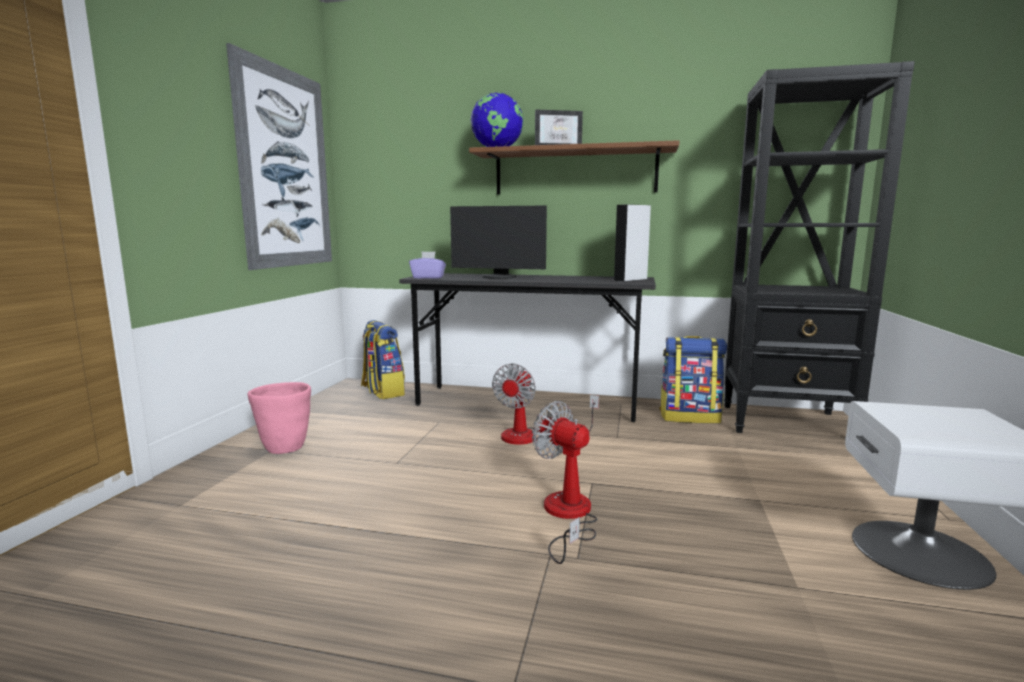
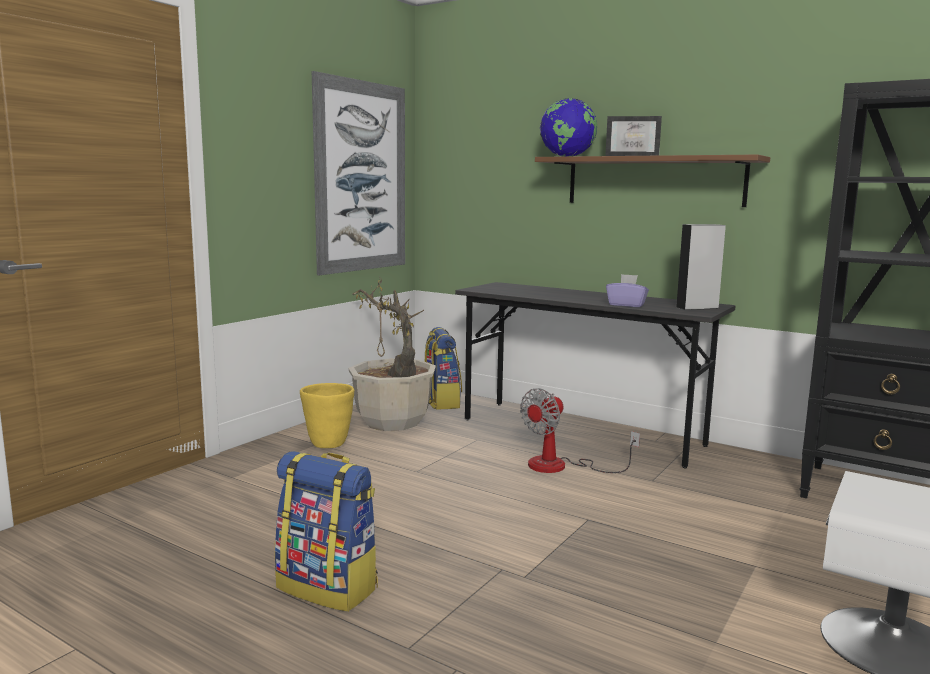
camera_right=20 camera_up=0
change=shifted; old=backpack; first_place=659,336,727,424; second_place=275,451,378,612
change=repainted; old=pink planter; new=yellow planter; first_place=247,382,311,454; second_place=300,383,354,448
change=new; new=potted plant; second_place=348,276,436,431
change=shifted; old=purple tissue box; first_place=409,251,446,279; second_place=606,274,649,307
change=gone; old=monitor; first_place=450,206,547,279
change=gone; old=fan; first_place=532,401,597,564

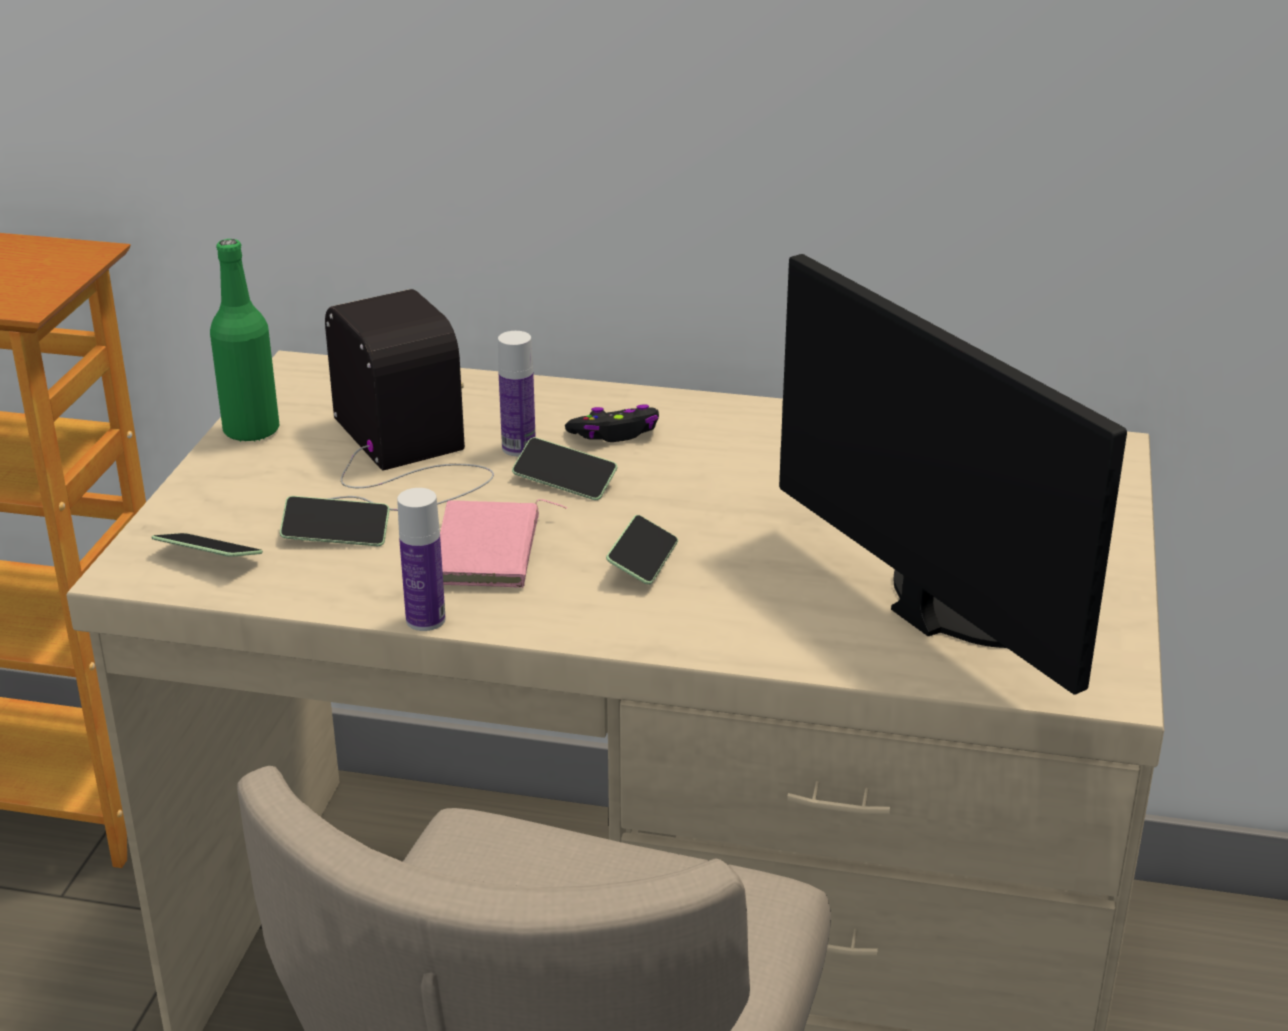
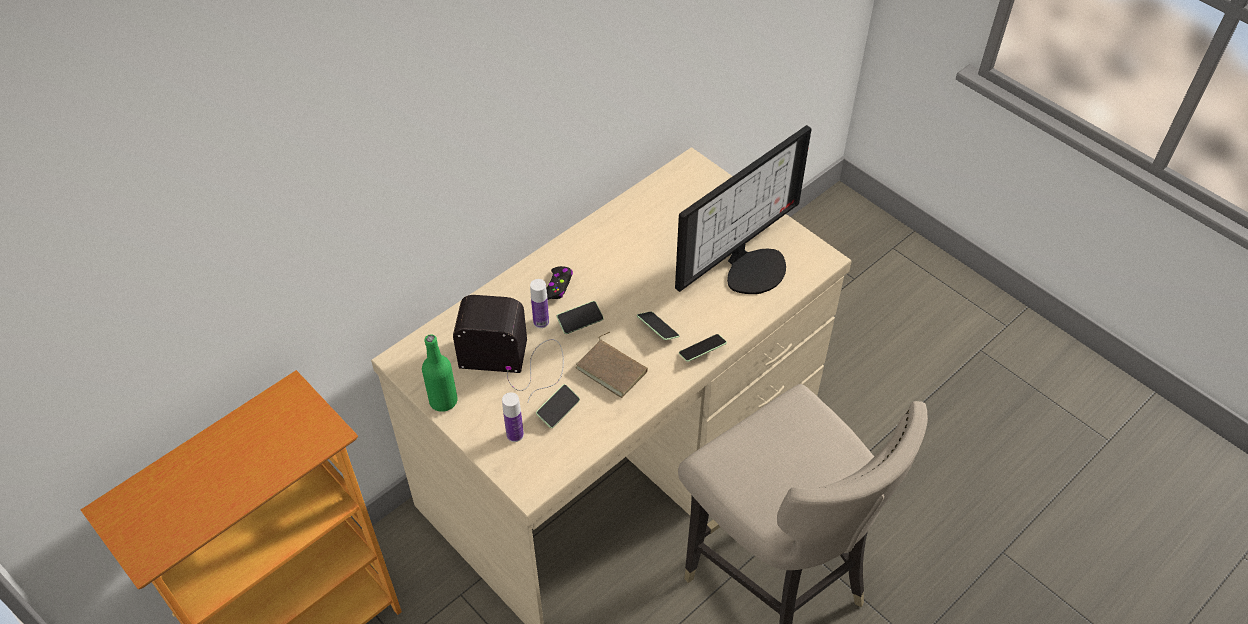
camera_right=-55 camera_up=20
change=shifted; old=bottle; first_place=397,488,445,631; second_place=502,392,524,442
change=repainted; old=pink book; new=brown book; first_place=440,499,567,588; second_place=575,332,648,398
change=rotated; old=monitor; first_place=779,254,1127,695; second_place=675,125,812,294; degrees=135
change=shifted; old=phone; first_place=152,533,263,557; second_place=679,334,727,362

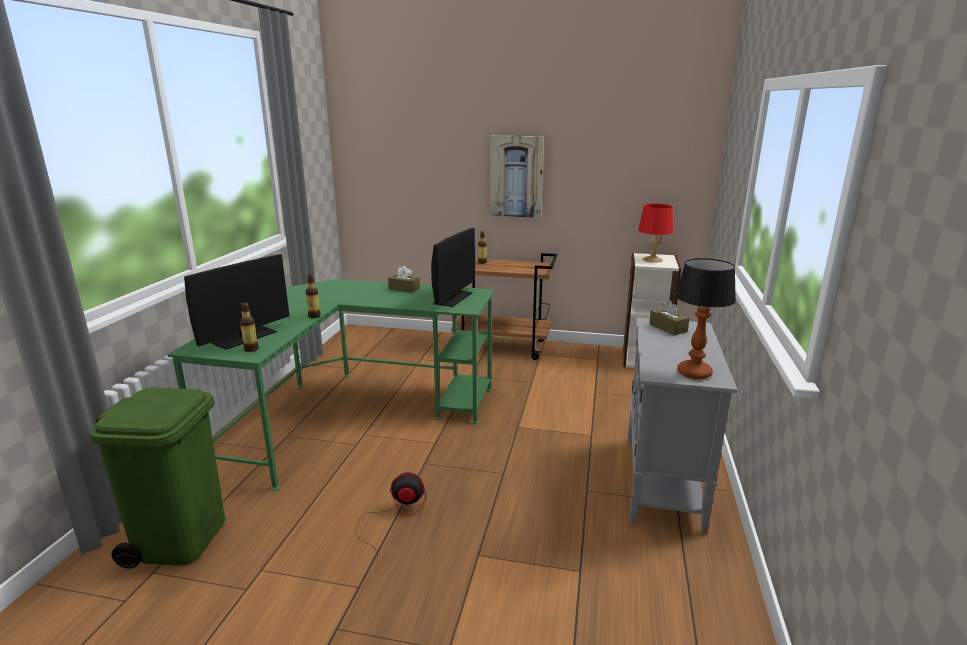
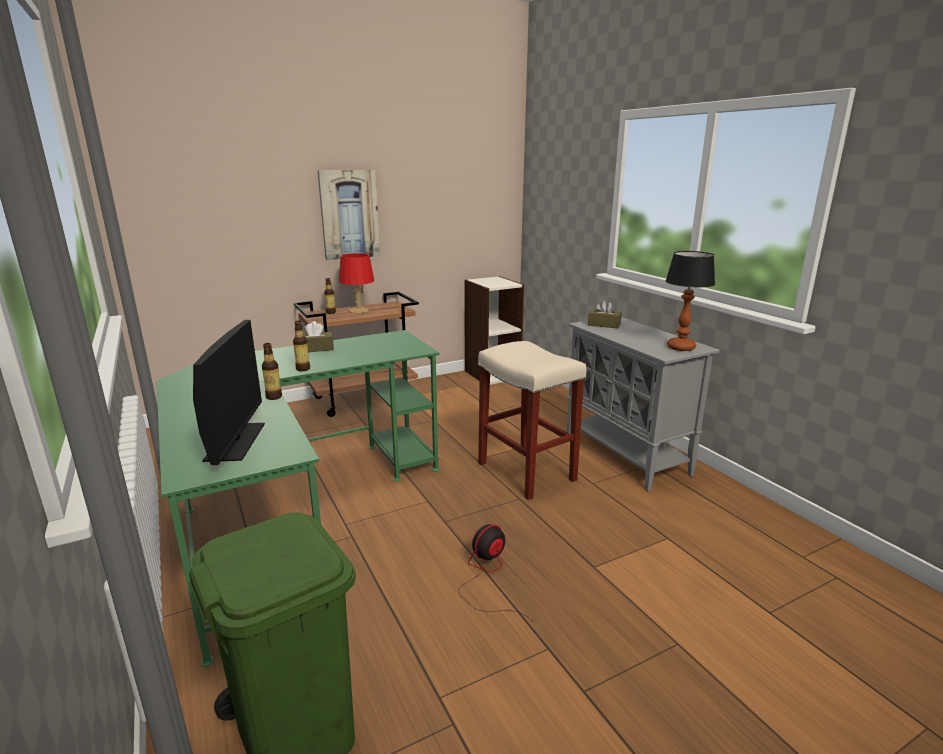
camera_right=-40 camera_up=0
change=shifted; old=bottle; first_place=240,302,259,352; second_place=293,321,310,371
change=shifted; old=red table lamp; first_place=638,203,673,263; second_place=339,253,374,313
change=new; new=beige stool; second_place=478,341,587,500
change=gone; old=monitor; first_place=431,228,475,307

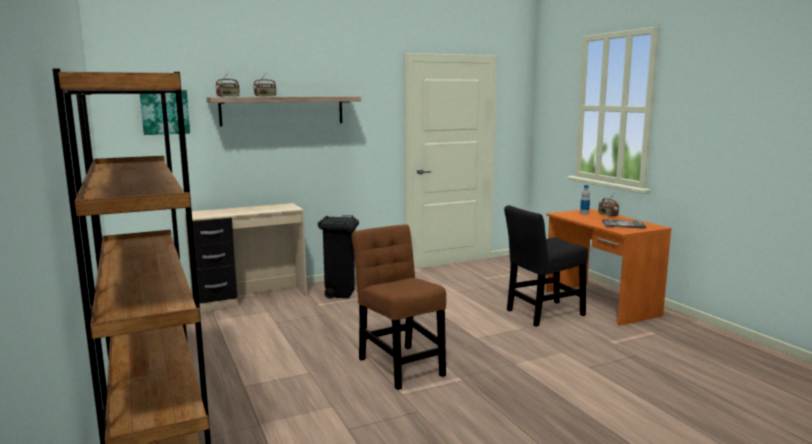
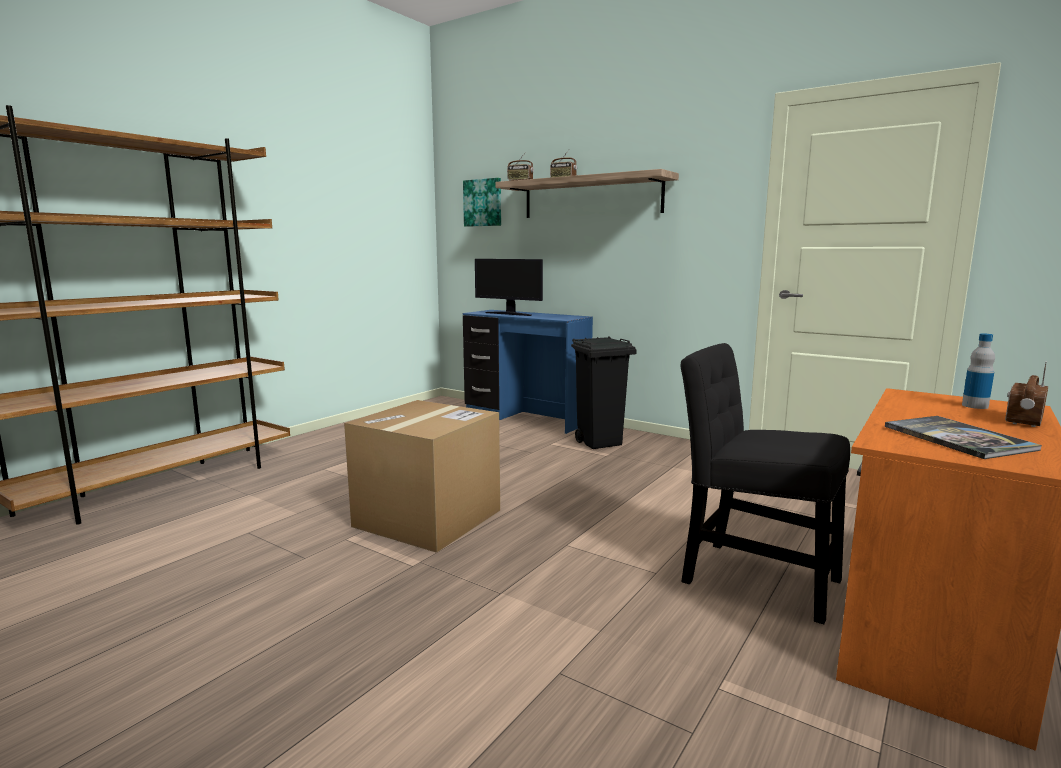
camera_right=60 camera_up=0
change=swapped; old=brown chair; new=cardboard box; first_place=352,224,446,390; second_place=344,400,500,553
change=repainted; old=beige desk; new=blue desk; first_place=184,203,307,313; second_place=463,310,593,434
change=new; new=monitor; second_place=475,259,543,316

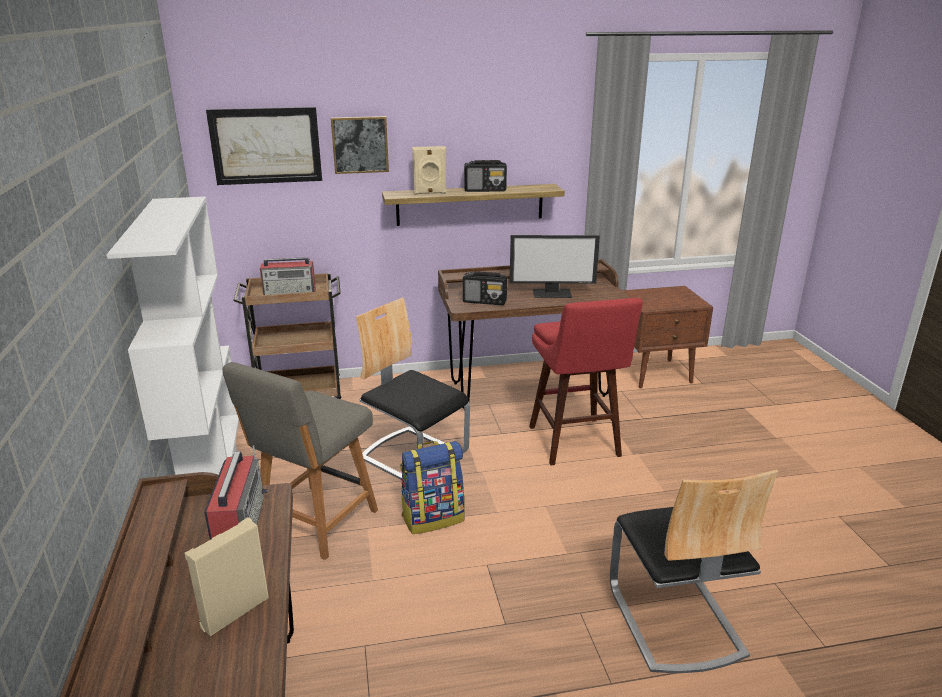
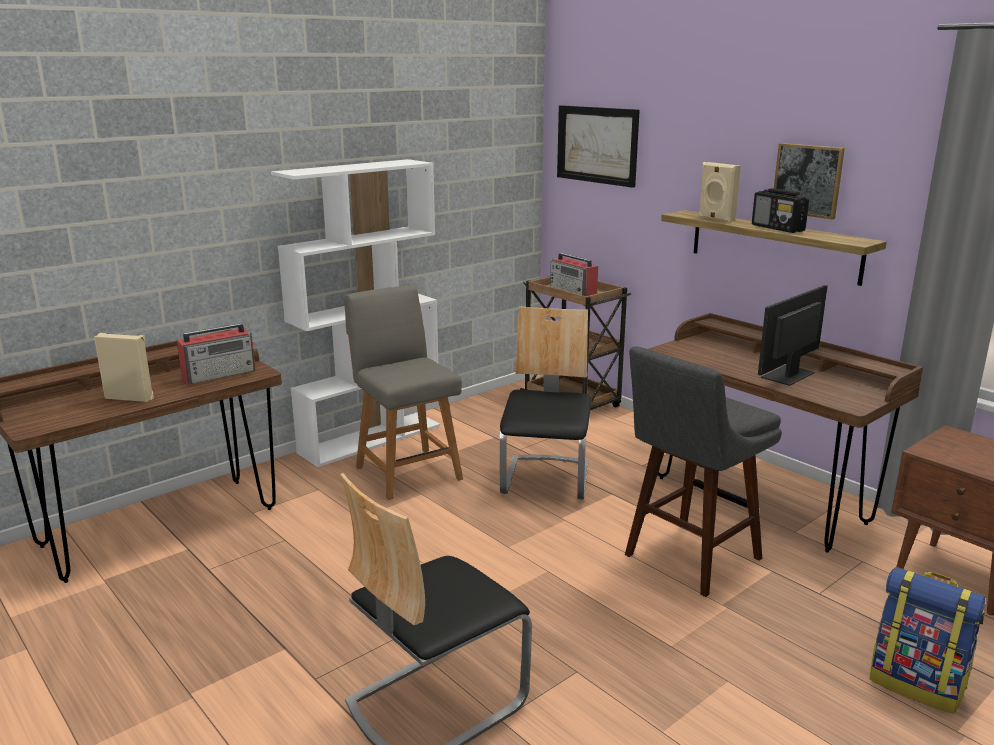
camera_right=60 camera_up=-5
change=rotated; old=grey chair; first_place=222,362,378,560; second_place=344,285,463,500; degrees=60
change=repainted; old=red stool; new=grey stool; first_place=529,298,643,465; second_place=625,346,782,597
change=rotated; old=monitor; first_place=509,235,600,298; second_place=758,285,828,386; degrees=75
change=shifted; old=picture; first_place=331,116,389,174; second_place=774,143,845,220
change=shifted; old=backpack; first_place=400,441,465,534; second_place=869,567,986,714
change=gone; old=radio; first_place=463,271,507,305

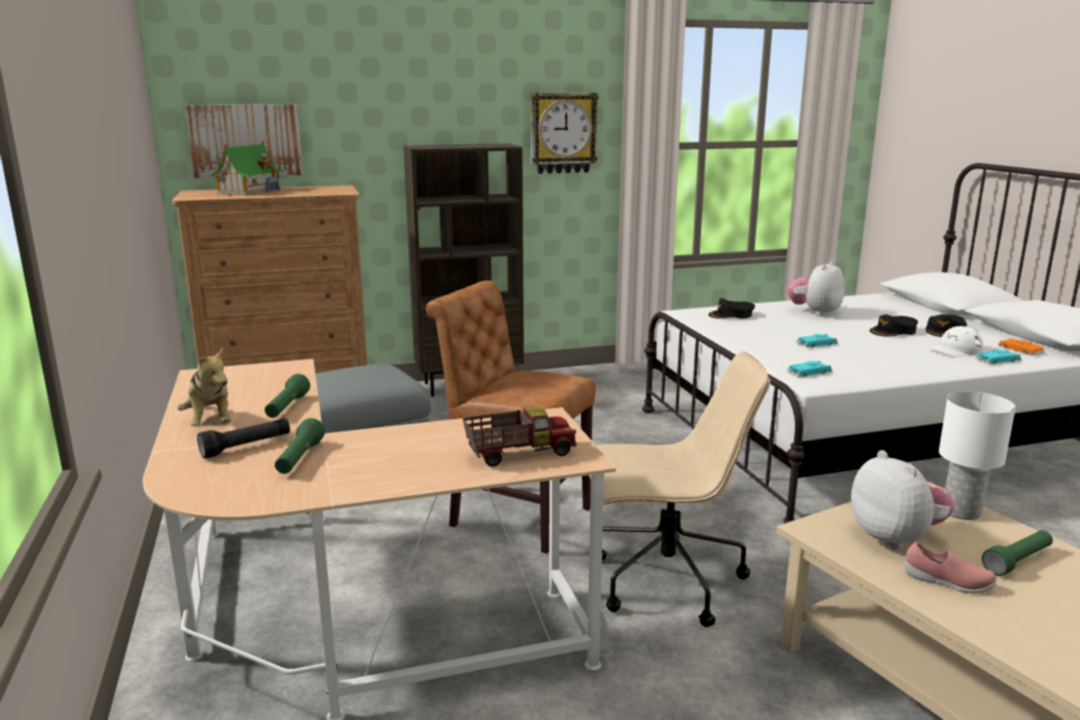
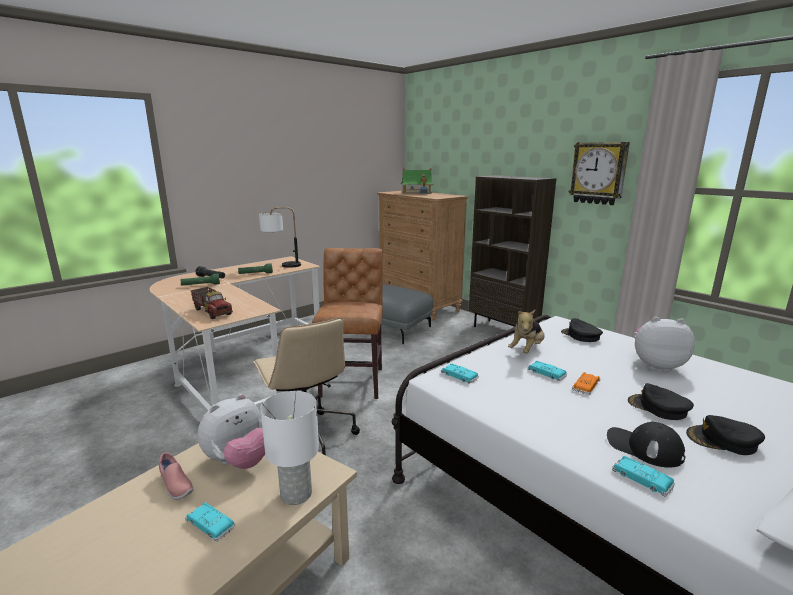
camera_right=65 camera_up=0
change=rotated; old=pink shoe; first_place=904,542,997,593; second_place=159,452,194,500; degrees=-45
change=swapped; old=green flashlight; new=turquoise toy car; first_place=982,530,1053,576; second_place=185,502,236,542
change=new; new=table lamp; second_place=259,207,301,268
change=shifted; old=plush toy; first_place=177,347,231,426; second_place=508,310,545,354
change=shifted; old=orange toy car; first_place=998,339,1044,355; second_place=572,372,600,395
change=repainted; old=white cap; new=black cap; first_place=929,326,983,357; second_place=607,422,685,468
change=gone; old=picture; first_place=185,104,303,178

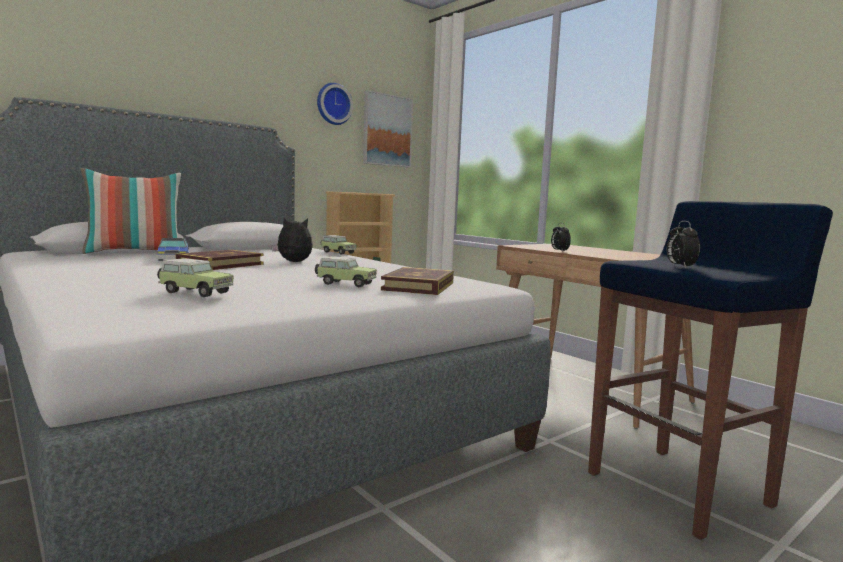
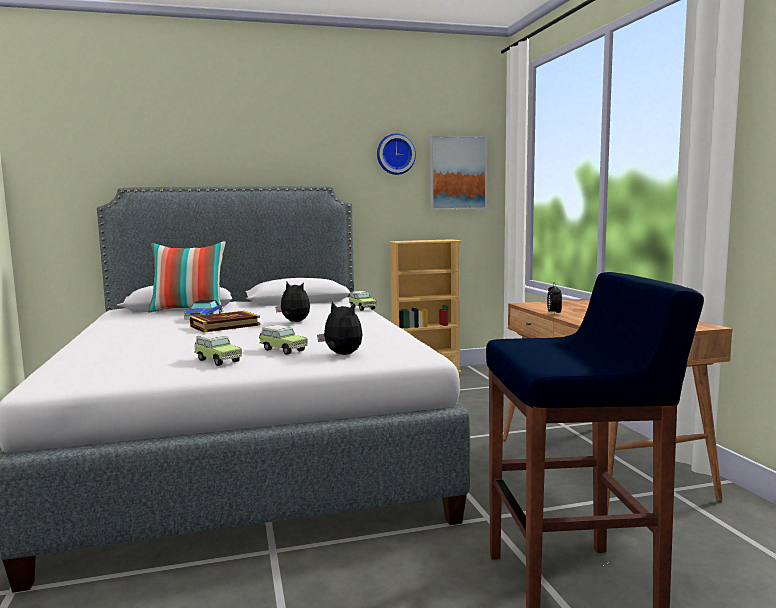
camera_right=25 camera_up=0
change=shifted; old=toy car; first_place=157,258,233,297; second_place=194,333,242,366
change=swapped; old=book; new=plush toy; first_place=381,267,454,295; second_place=317,301,363,355
change=gone; old=alarm clock; first_place=667,221,700,268

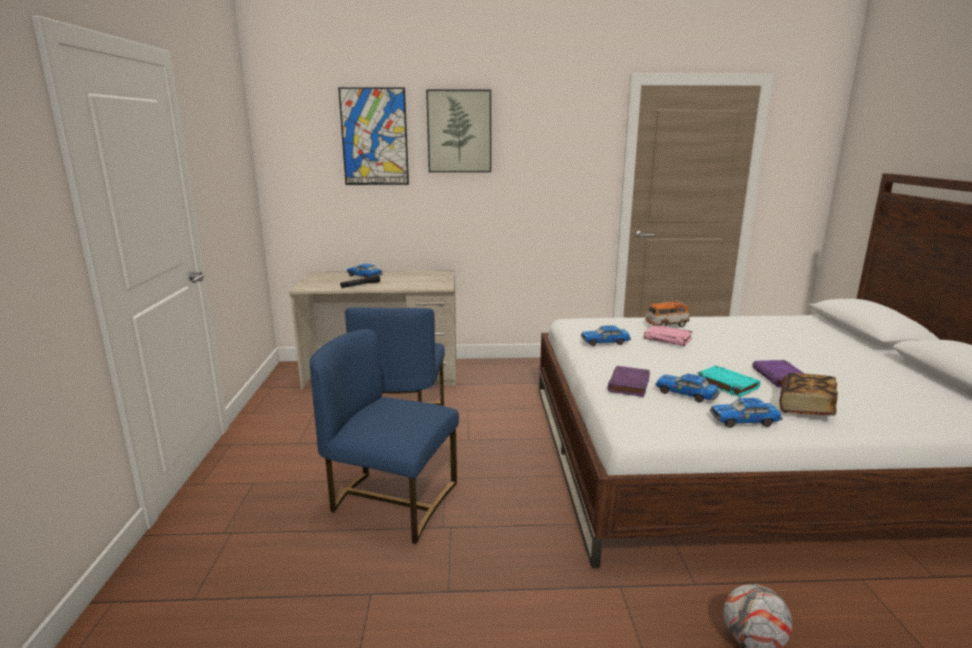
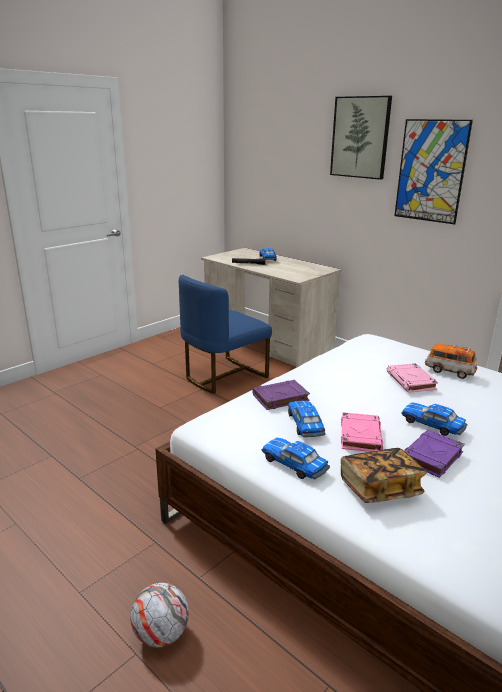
camera_right=45 camera_up=5
change=repainted; old=turquoise book; new=pink book; first_place=697,365,760,397; second_place=341,412,383,452
change=shifted; old=picture; first_place=338,87,409,185; second_place=394,119,473,224
change=shifted; old=toy car; first_place=581,325,631,346; second_place=401,402,467,436
change=gone; old=blue chair; first_place=310,329,459,544

